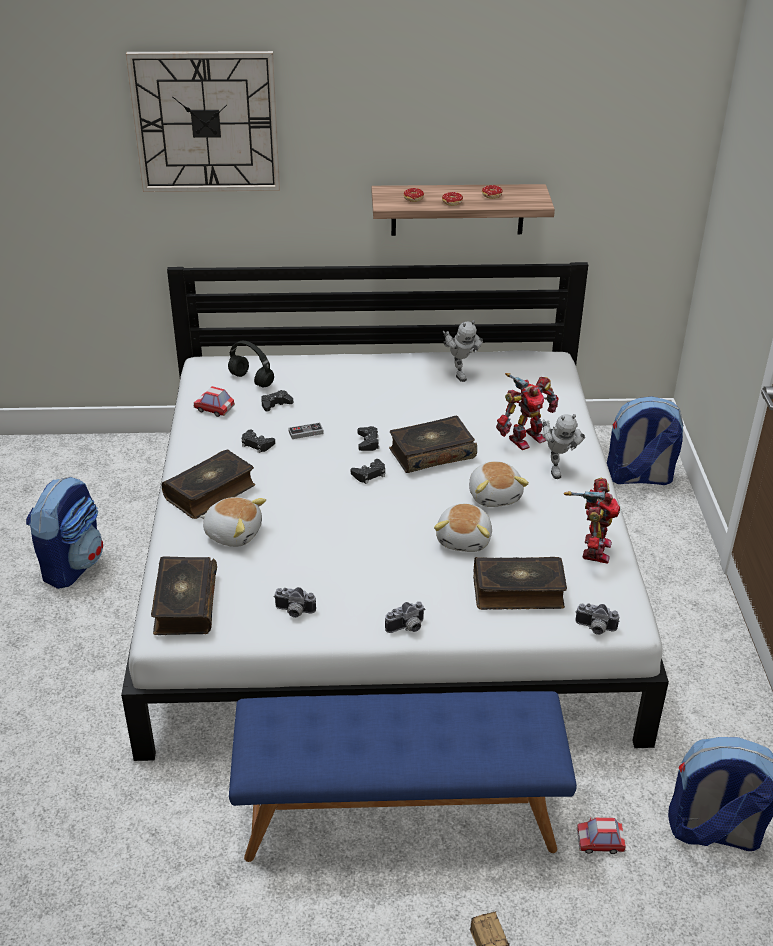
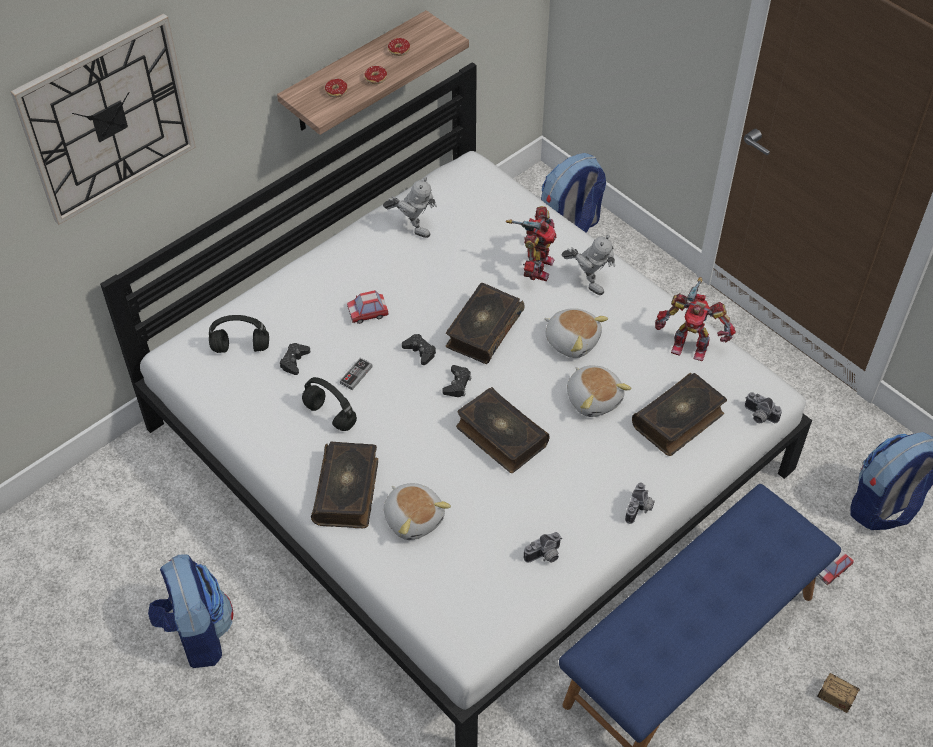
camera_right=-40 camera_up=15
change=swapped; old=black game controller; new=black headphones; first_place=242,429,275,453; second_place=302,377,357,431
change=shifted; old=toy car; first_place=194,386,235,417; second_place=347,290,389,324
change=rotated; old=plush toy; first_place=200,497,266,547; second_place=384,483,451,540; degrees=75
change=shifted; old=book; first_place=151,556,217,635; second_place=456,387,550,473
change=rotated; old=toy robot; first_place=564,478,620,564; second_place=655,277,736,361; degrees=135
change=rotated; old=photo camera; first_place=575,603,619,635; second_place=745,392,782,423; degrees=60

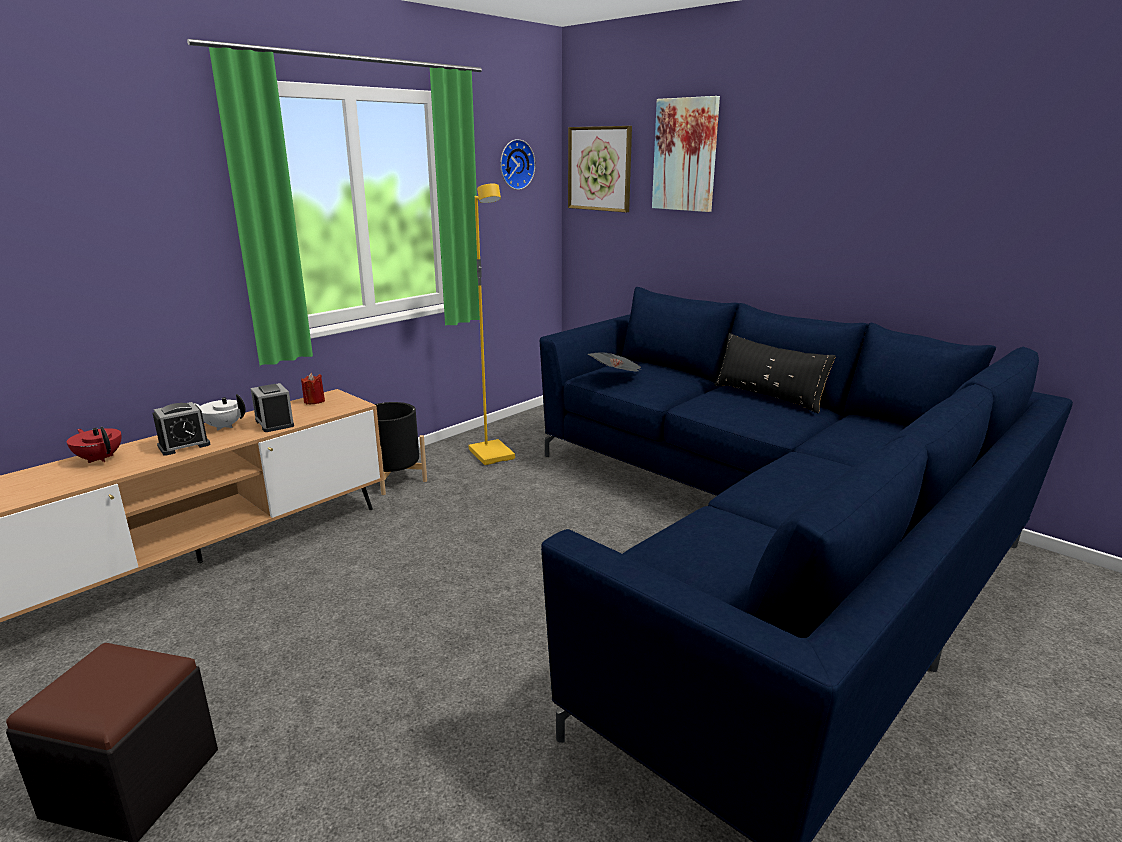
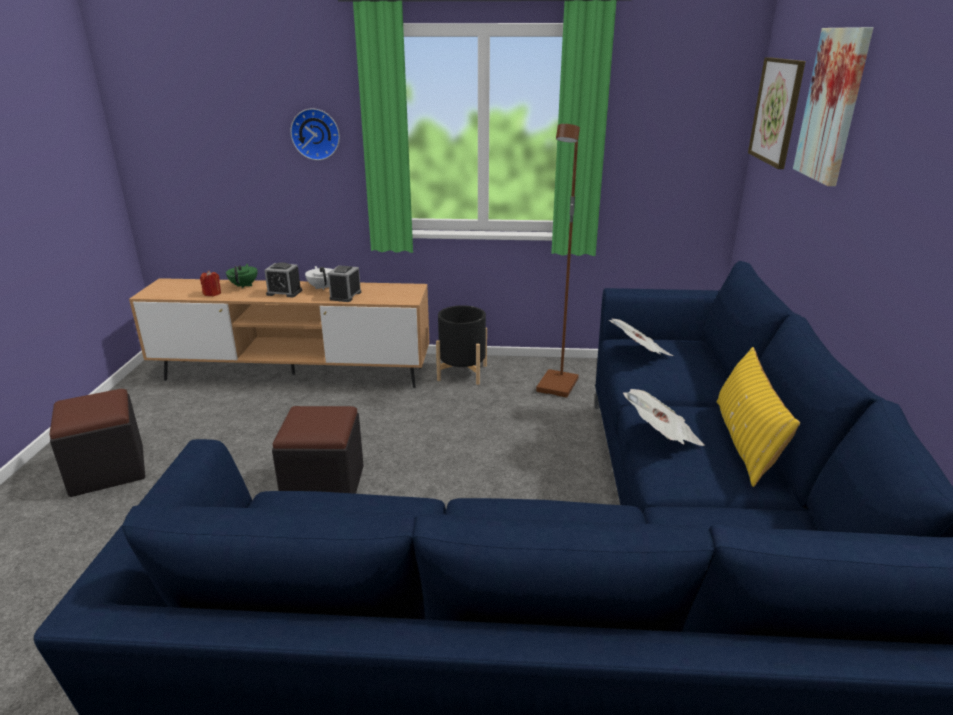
camera_right=50 camera_up=5
change=shifted; old=red candle; first_place=301,373,325,404; second_place=200,271,221,296
change=repainted; old=red teapot; new=green teapot; first_place=67,427,122,463; second_place=226,264,258,289
change=new; new=black ottoman; second_place=272,406,364,494
change=shifted; old=wall clock; first_place=500,139,535,190; second_place=290,108,340,160
change=repainted; old=yellow floor lamp; new=brown floor lamp; first_place=469,184,515,465; second_place=536,124,580,398
change=new; new=newspaper; second_place=623,389,705,446
change=repainted; old=black pillow; new=yellow pillow; first_place=714,333,836,413; second_place=717,347,800,487

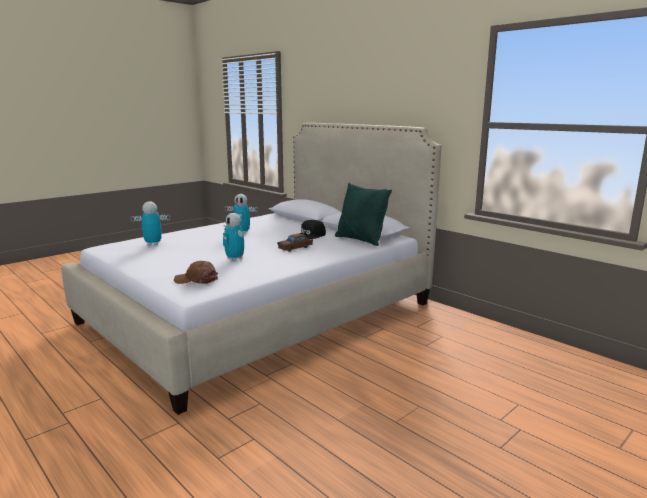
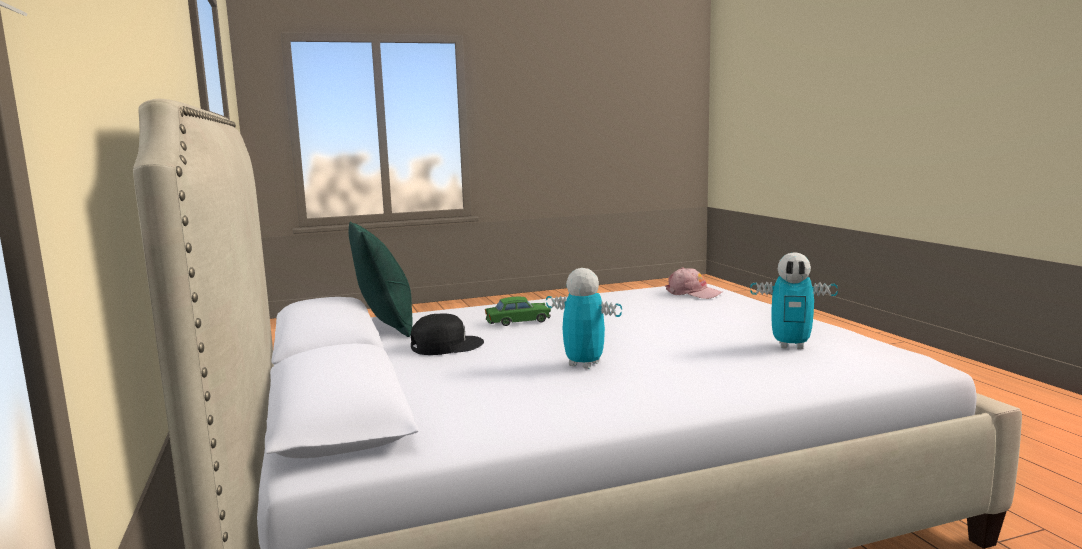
camera_right=-155 camera_up=-5
change=repainted; old=brown toy car; new=green toy car; first_place=277,234,313,252; second_place=485,297,551,326
change=repainted; old=brown cap; new=pink cap; first_place=174,261,218,284; second_place=665,267,722,299
change=gone; old=toy robot; first_place=223,213,244,261

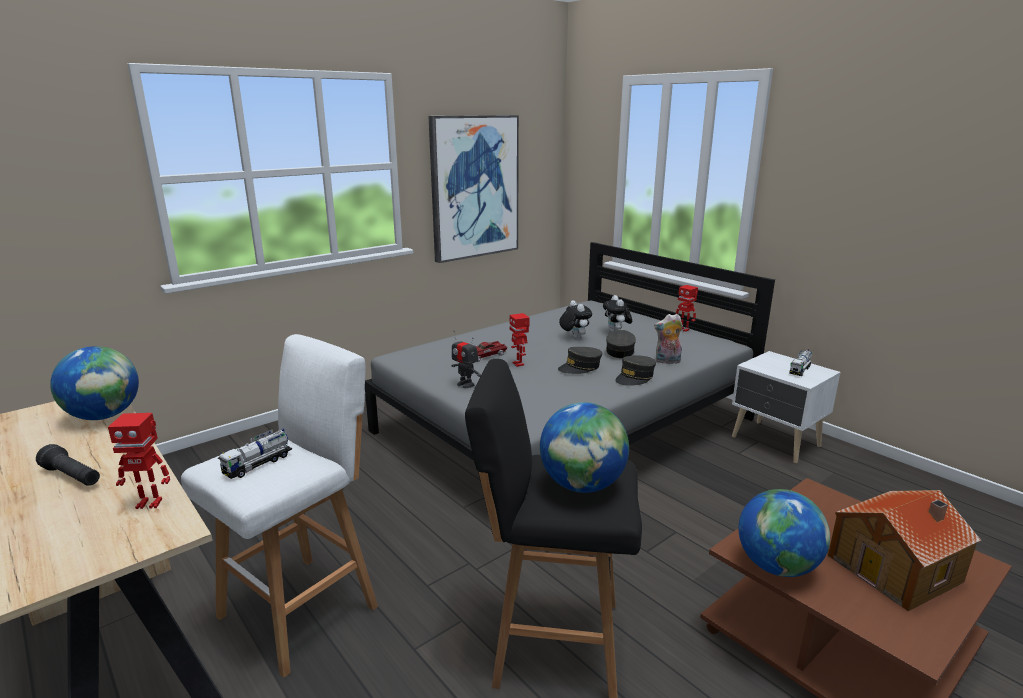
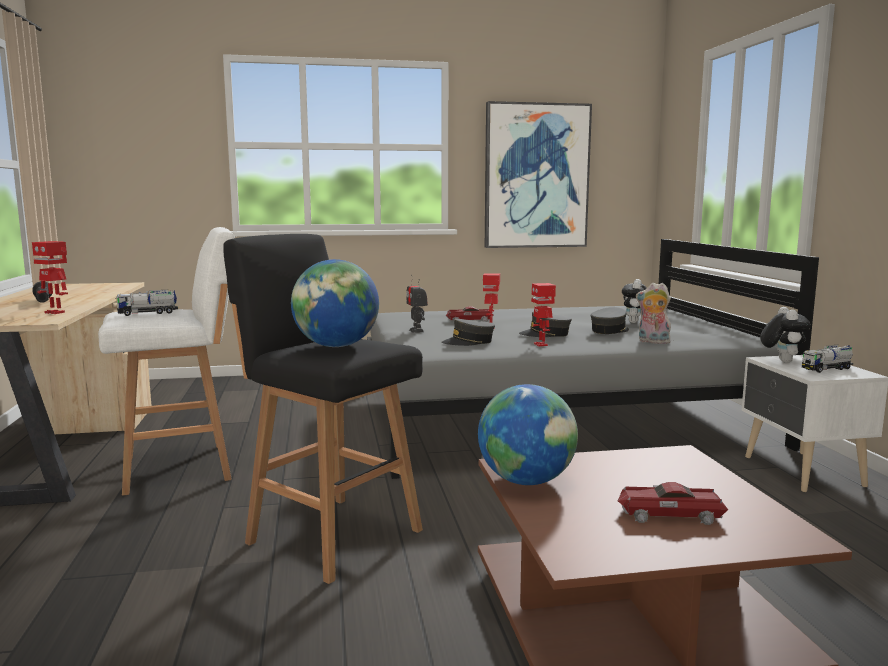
camera_right=30 camera_up=-10
change=shifted; old=grey cap; first_place=615,355,656,386; second_place=442,319,495,346
change=shifted; old=toy robot; first_place=676,285,698,332; second_place=531,283,556,347
change=swapped; old=toy house; new=toy car; first_place=828,490,981,611; second_place=617,482,728,525
change=shifted; old=plush toy; first_place=559,300,592,339; second_place=760,307,811,363
change=gone; old=globe; first_place=50,346,139,420

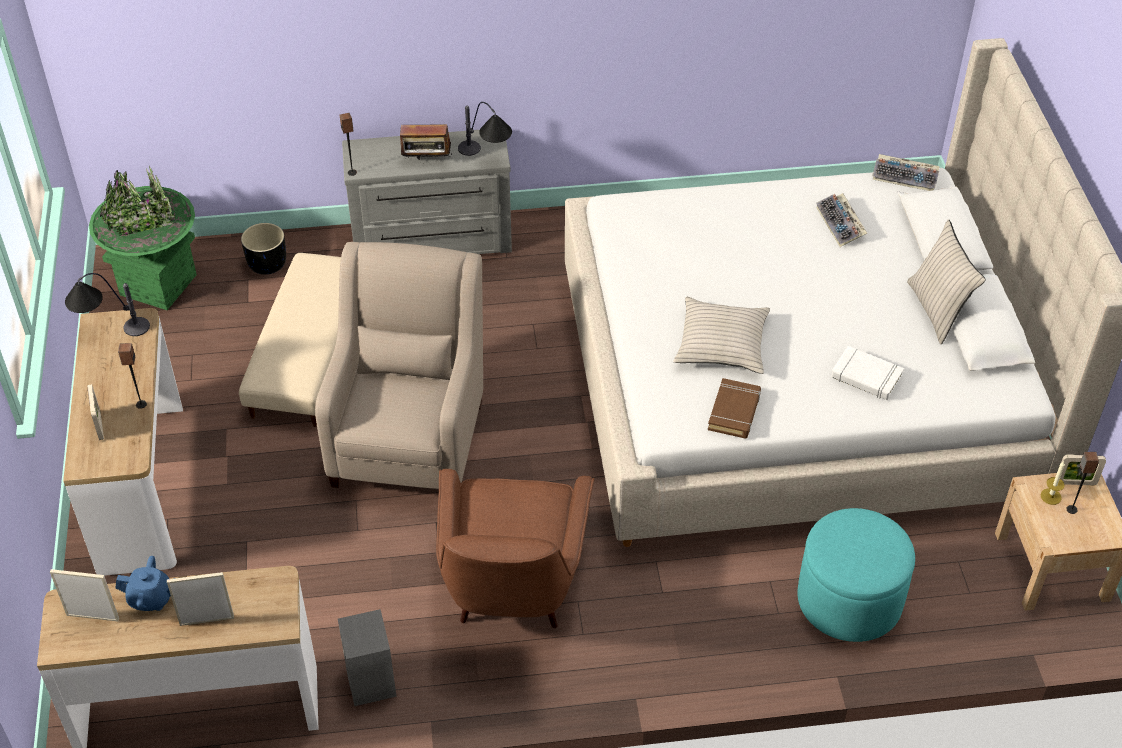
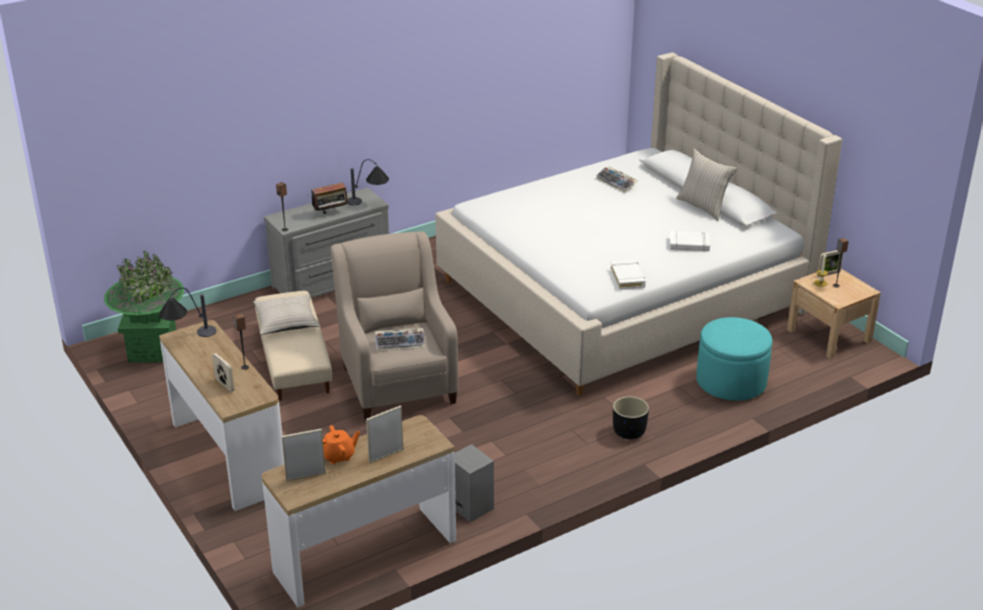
camera_right=-25 camera_up=-15
change=shifted; old=beige pillow; first_place=673,297,770,374; second_place=253,294,320,335
change=repainted; old=blue teapot; new=orange teapot; first_place=115,556,175,611; second_place=323,425,360,464
change=shifted; old=keyboard; first_place=872,154,940,191; second_place=375,328,425,351
change=repainted; old=brown book; new=white book; first_place=708,378,761,439; second_place=610,260,646,290
change=shifted; old=black planter; first_place=241,223,286,275; second_place=613,396,649,439
change=gone; old=brown armchair; first_place=436,469,595,628

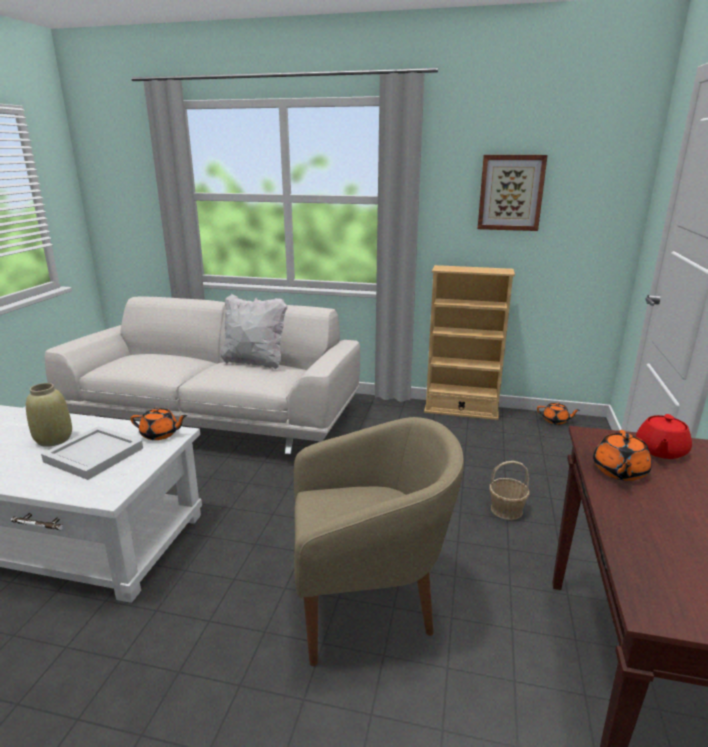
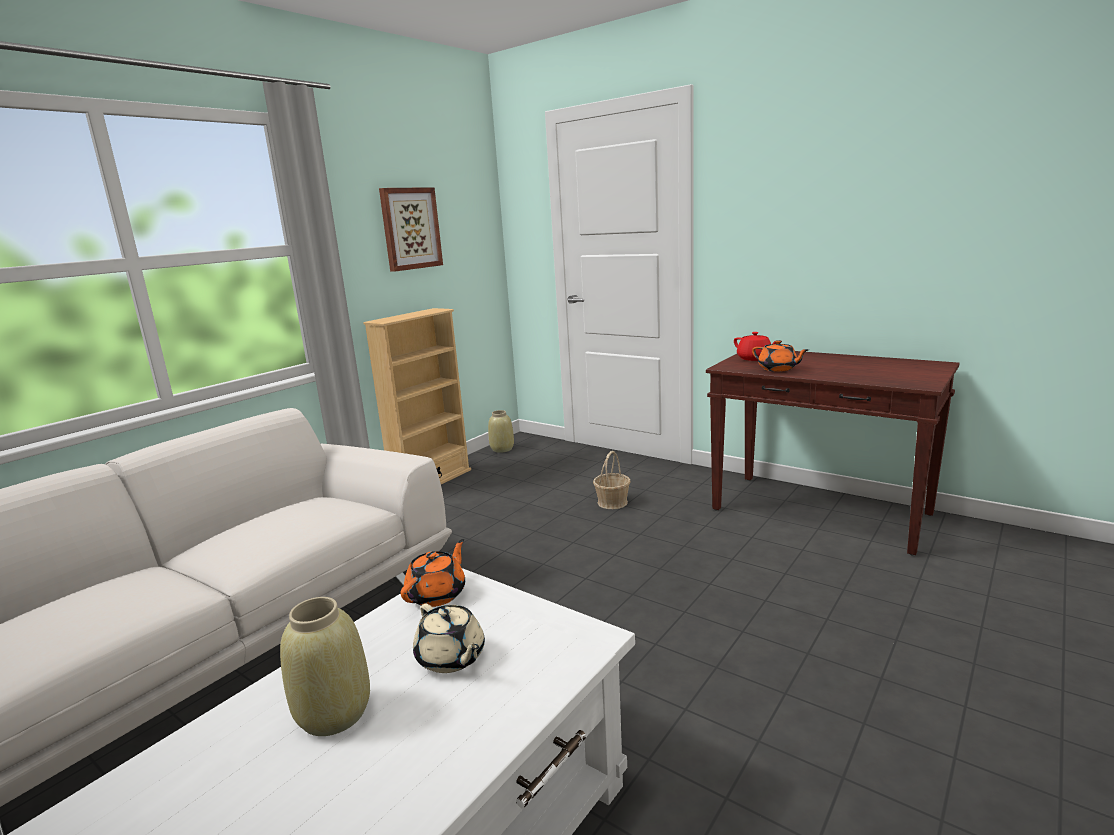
camera_right=-65 camera_up=-5
change=swapped; old=white tray; new=beige teapot; first_place=41,426,143,480; second_place=413,604,485,673
change=swapped; old=orange teapot; new=beige vase; first_place=537,402,580,425; second_place=488,410,514,453
change=gone; old=white pillow; first_place=220,294,288,369
change=gone; old=beige armchair; first_place=294,417,464,666

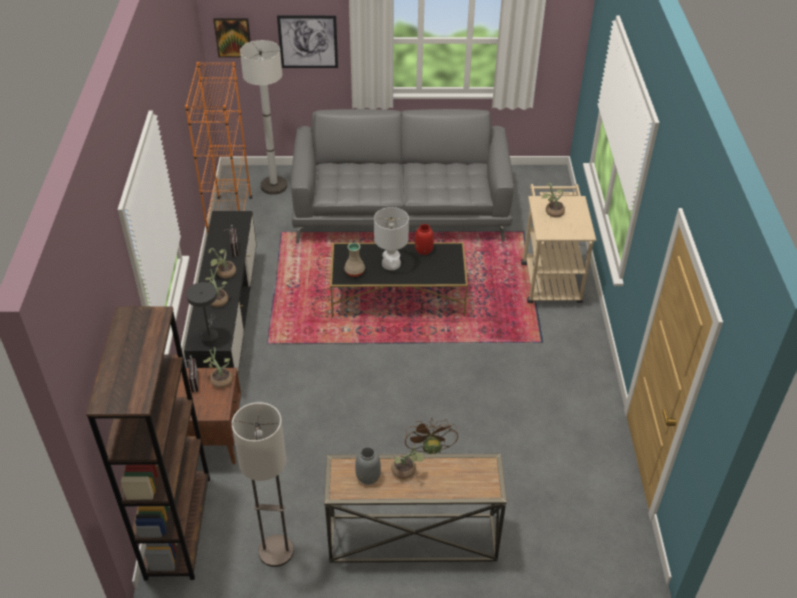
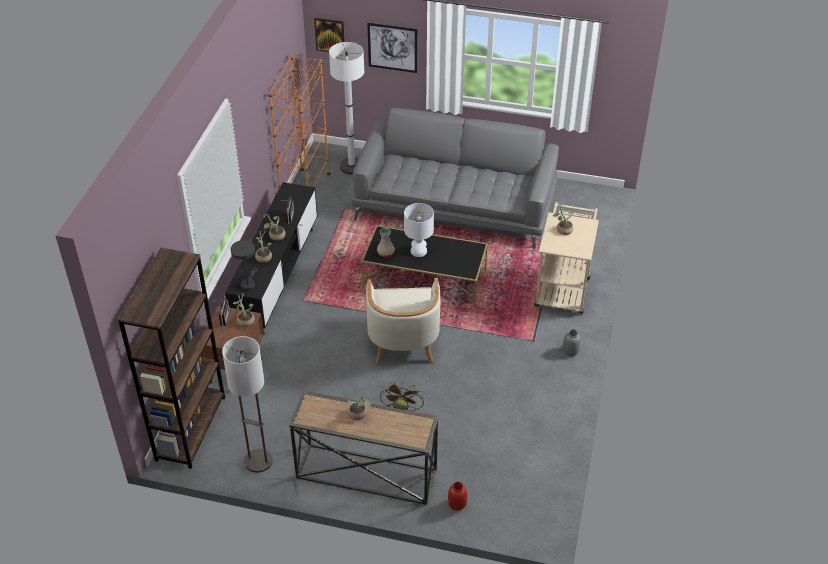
camera_right=15 camera_up=0
change=new; new=beige armchair; second_place=366,278,441,365
change=shifted; old=red vase; first_place=415,224,434,255; second_place=448,482,467,511
change=shifted; old=grey vase; first_place=355,447,381,485; second_place=563,329,581,356

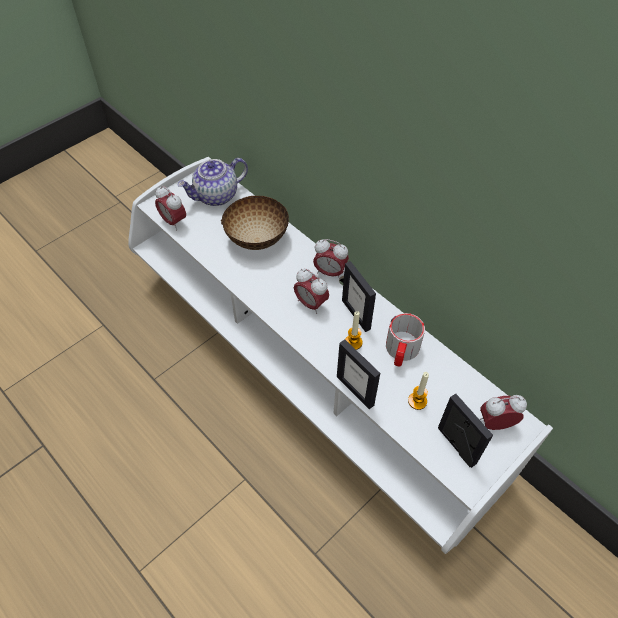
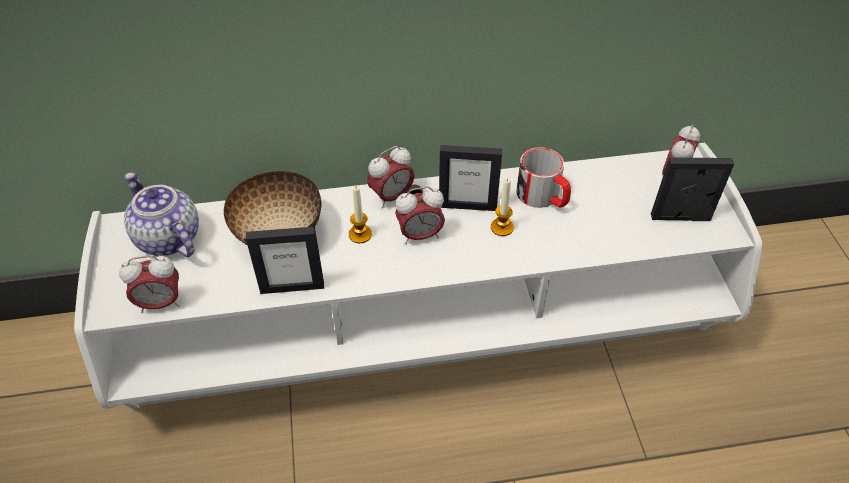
camera_right=-55 camera_up=-5
change=rotated; old=teapot; first_place=177,158,248,206; second_place=124,172,199,257; degrees=135
change=shifted; old=picture frame; first_place=337,339,380,409; second_place=246,227,324,294
change=shifted; old=candle; first_place=408,372,429,410; second_place=349,186,372,243

